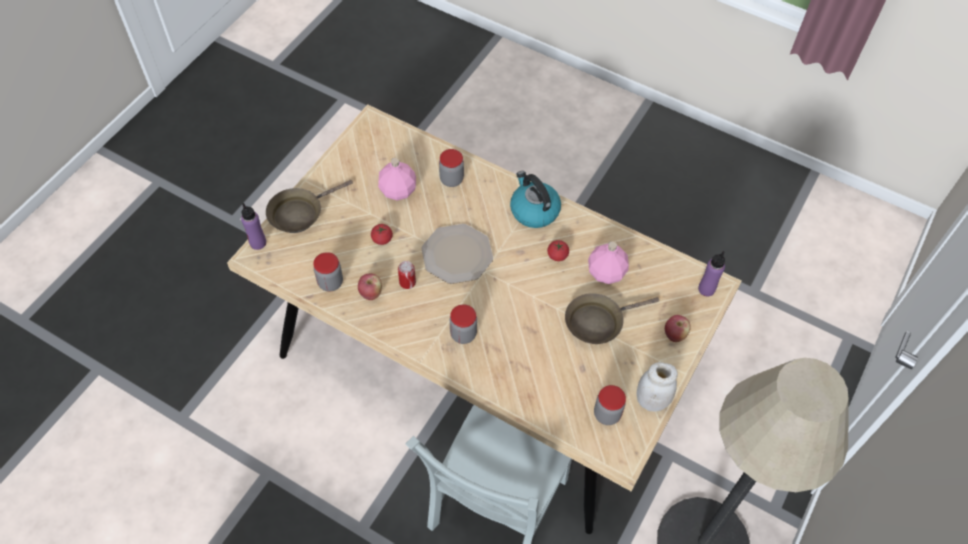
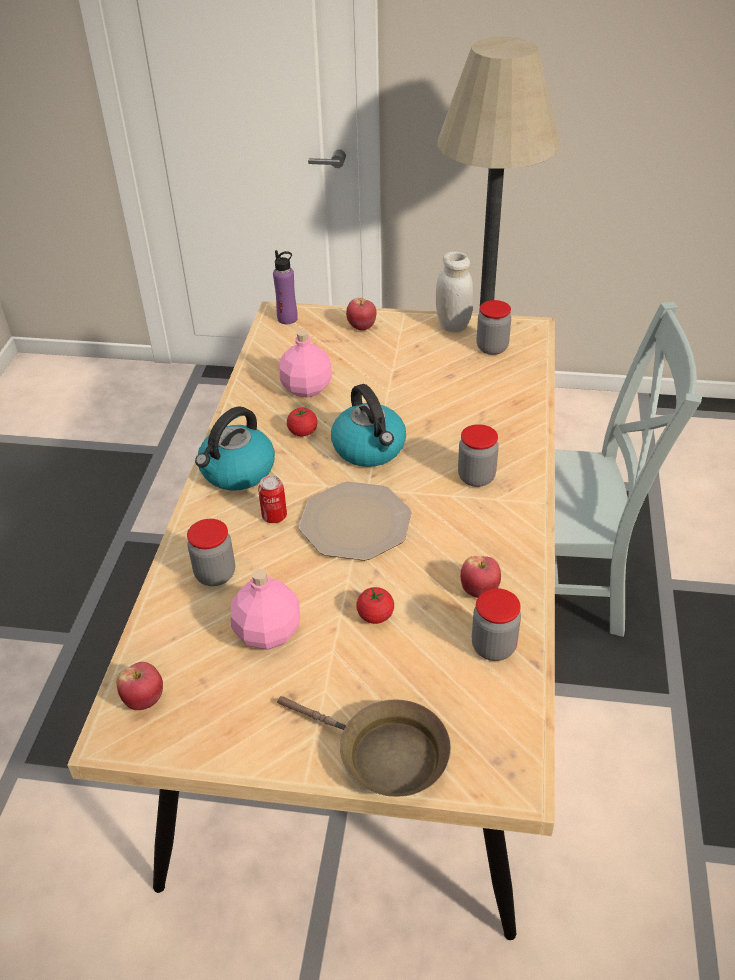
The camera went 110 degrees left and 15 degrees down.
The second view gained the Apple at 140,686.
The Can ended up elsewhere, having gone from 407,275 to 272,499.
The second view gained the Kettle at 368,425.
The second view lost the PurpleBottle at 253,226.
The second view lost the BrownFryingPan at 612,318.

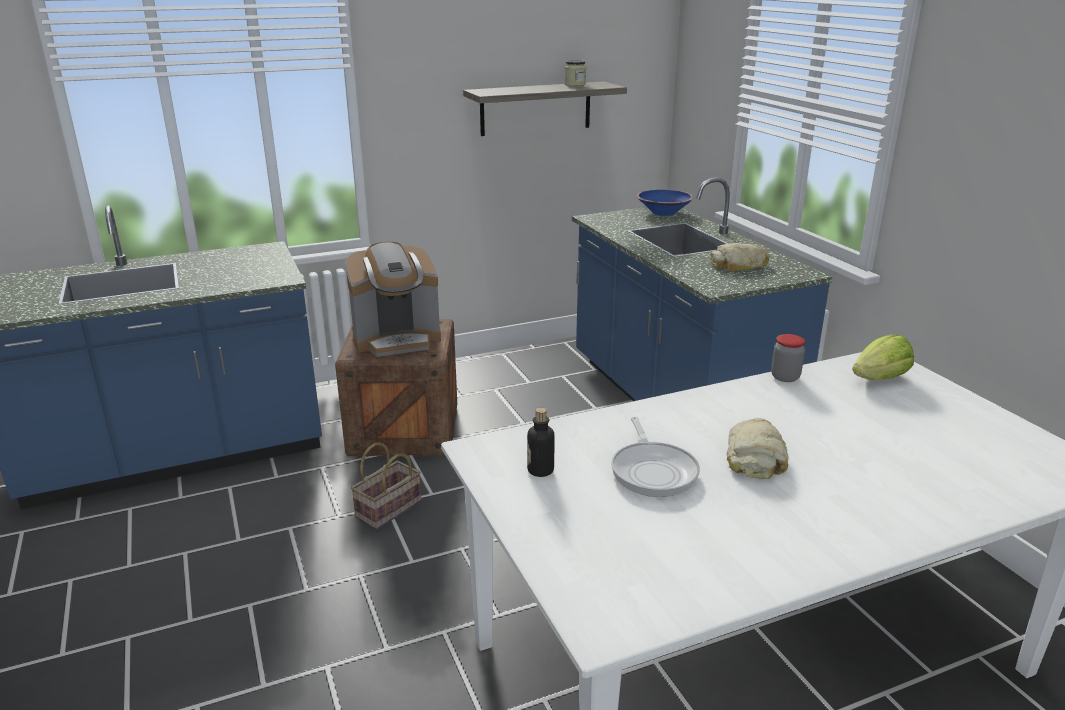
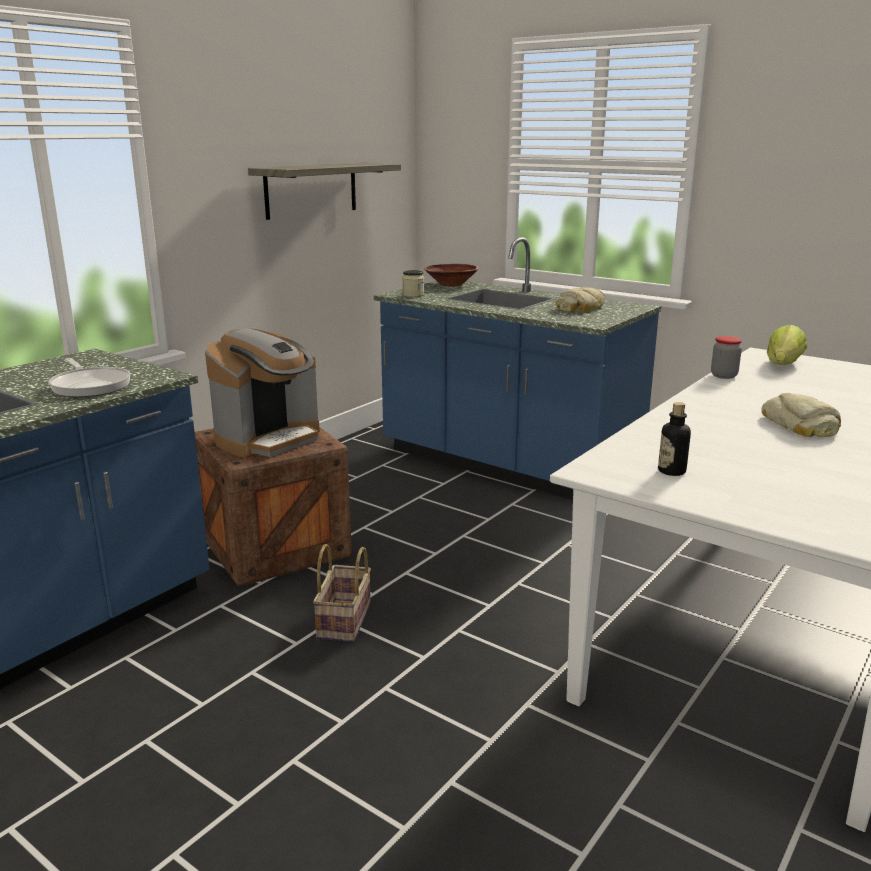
The camera went 30 degrees left and 5 degrees down.
The FryingPan ended up elsewhere, having gone from 655,457 to 89,377.
The Jar ended up elsewhere, having gone from 575,73 to 413,283.
What was the BlueBowl at 665,203 turned into the BrownBowl at 451,275.

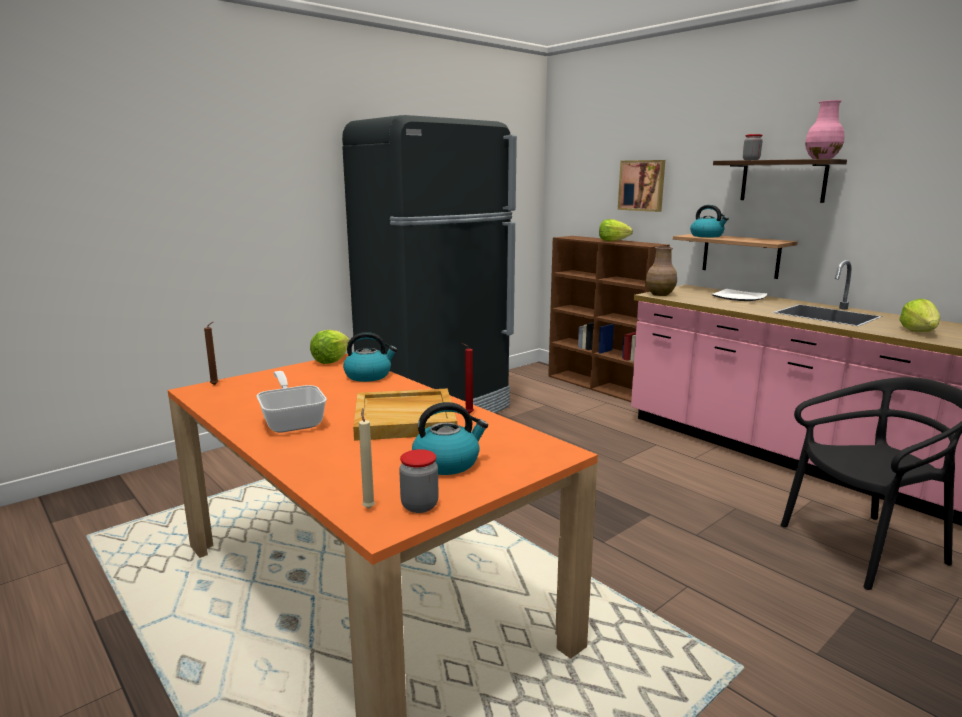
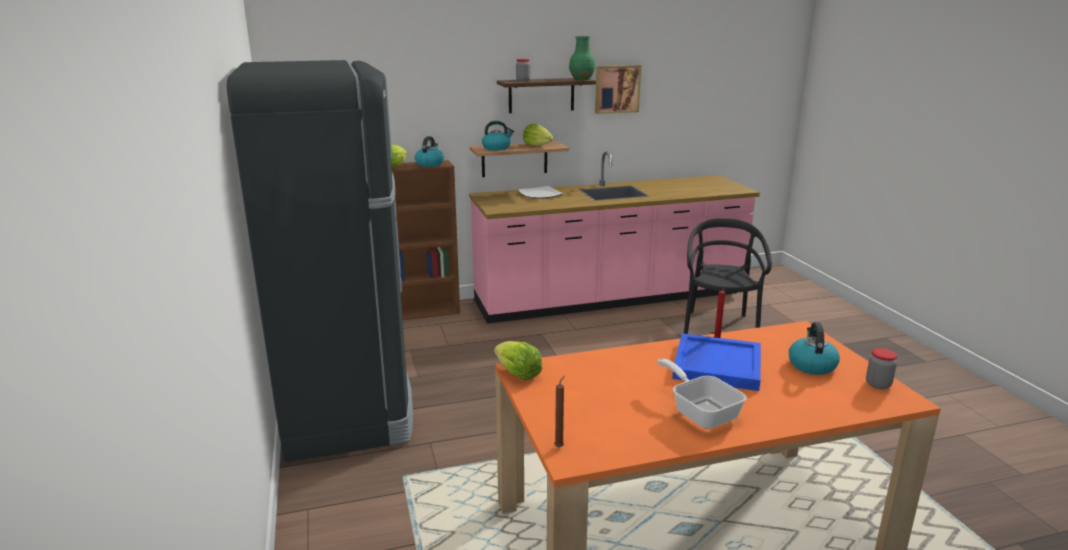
The camera went 65 degrees left and 5 degrees up.
The Kettle ended up elsewhere, having gone from 370,357 to 429,151.
The Lettuce ended up elsewhere, having gone from 920,315 to 538,135.
What was the PinkVase at 824,129 turned into the GreenVase at 582,58.
The Picture ended up elsewhere, having gone from 641,186 to 618,89.
The FryingPan at 291,402 ended up facing another way, 60 degrees clockwise from before.
What was the BeigeTray at 405,414 turned into the BlueTray at 716,362.
The second view lost the BeigeCandle at 367,458.
The second view lost the BrownVase at 661,271.

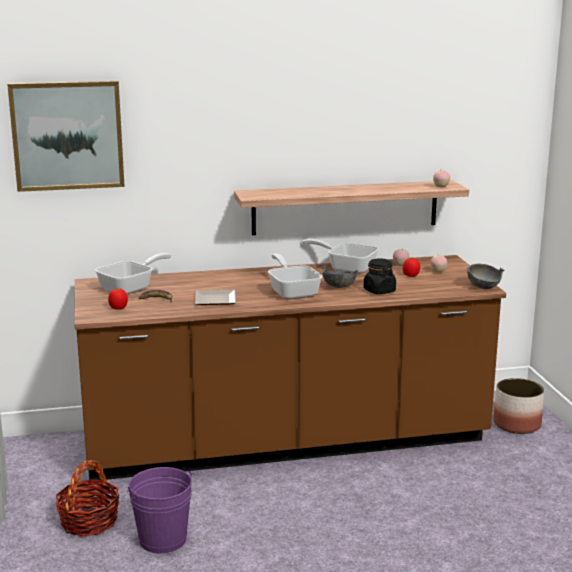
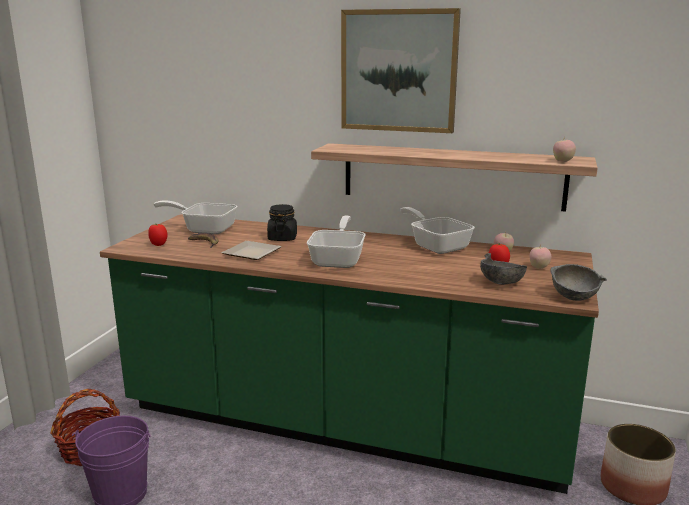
The camera went 30 degrees right and 0 degrees up.
What was the BrownCounter at 290,367 turned into the GreenCounter at 349,354.
The FryingPan at 133,273 ended up facing another way, 150 degrees counterclockwise from before.
The BlackJar ended up elsewhere, having gone from 380,276 to 282,222.
The Picture ended up elsewhere, having gone from 66,136 to 401,70.
The GreyBowl ended up elsewhere, having gone from 339,277 to 503,269.

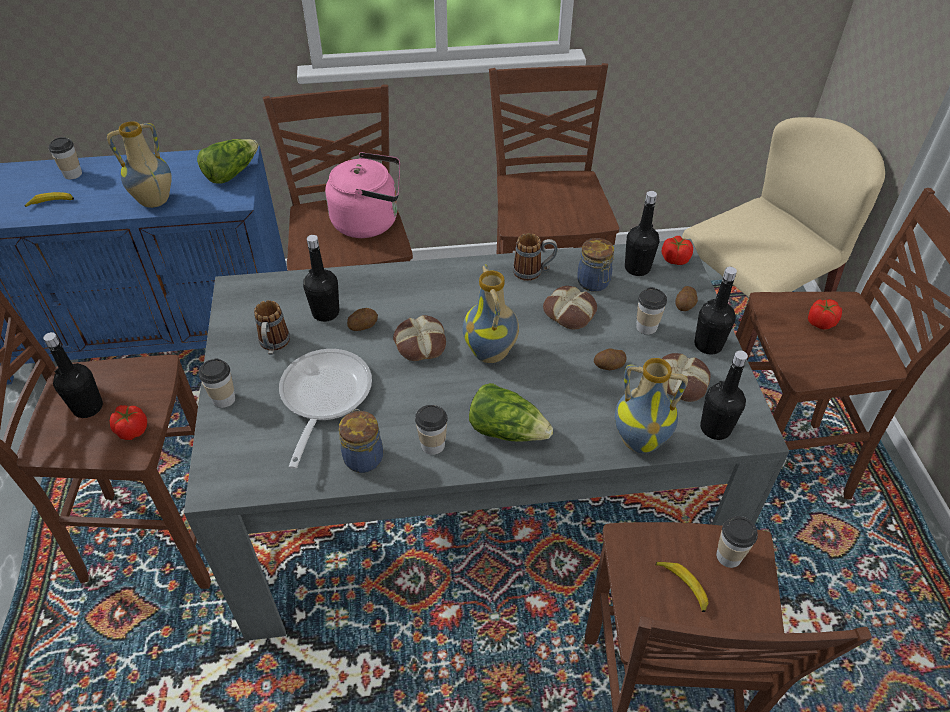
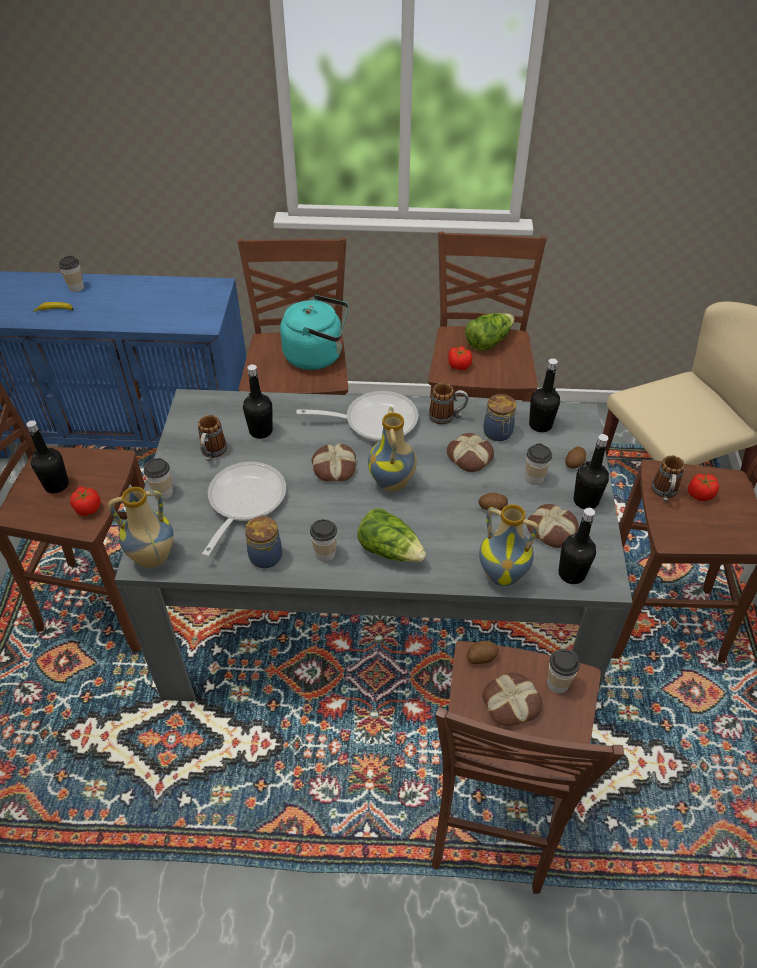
The camera went 10 degrees right and 0 degrees up.
The Vase ended up elsewhere, having gone from 139,164 to 141,527.
What was the PinkKettle at 362,195 turned into the TurquoiseKettle at 314,332.
The second view gained the FryingPan at 357,416.
The Tomato ended up elsewhere, having gone from 677,250 to 460,358.
The Lettuce ended up elsewhere, having gone from 227,161 to 489,332.
The Potato ended up elsewhere, having gone from 362,319 to 483,652.
Where the Banana stood at 682,587, the Bread came to stand at 512,699.
The second view gained the Mug at 668,478.

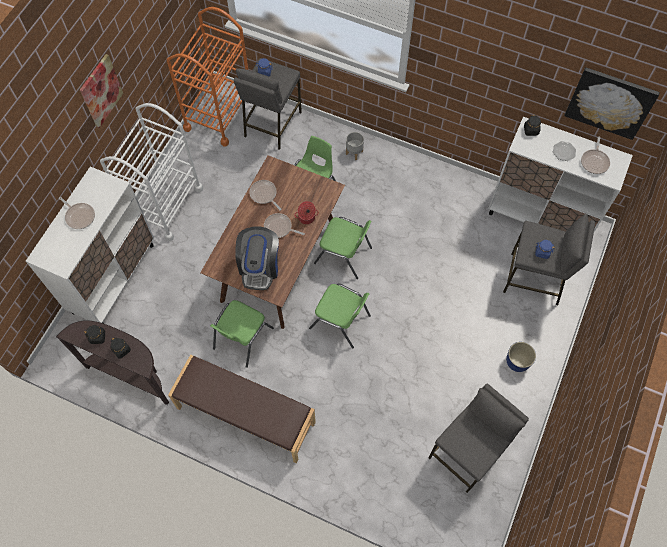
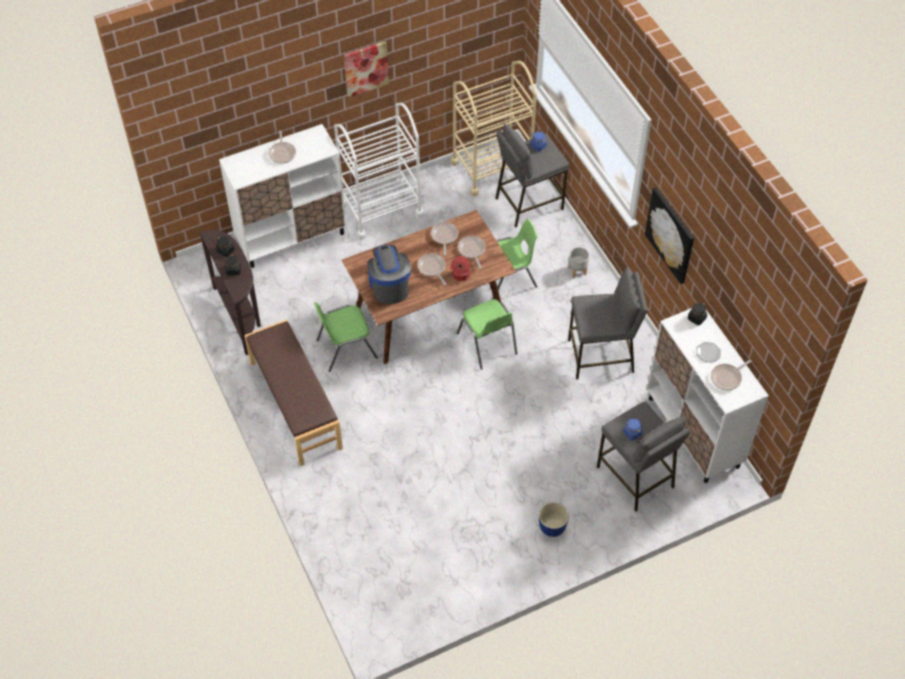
The camera went 40 degrees right and 10 degrees down.
The CoffeeMachine at 257,258 ended up facing another way, 120 degrees clockwise from before.
What was the OrangeCart at 207,77 turned into the BeigeCart at 493,129.
The second view gained the FryingPan at 472,252.
The GreyStool ended up elsewhere, having gone from 479,438 to 608,323.
The Picture ended up elsewhere, having gone from 612,103 to 669,235.
The second view lost the GreenChair at 340,315.

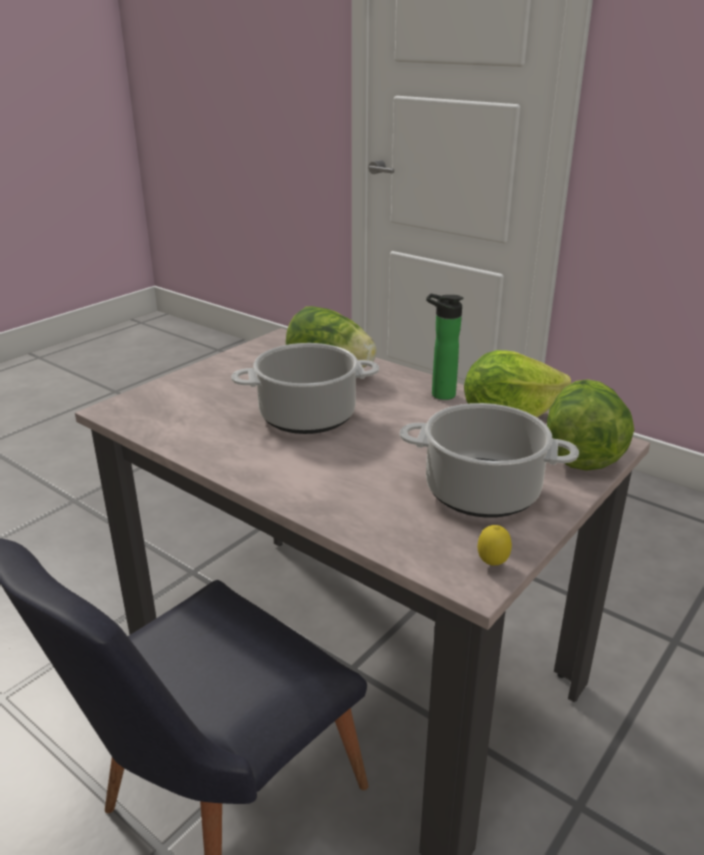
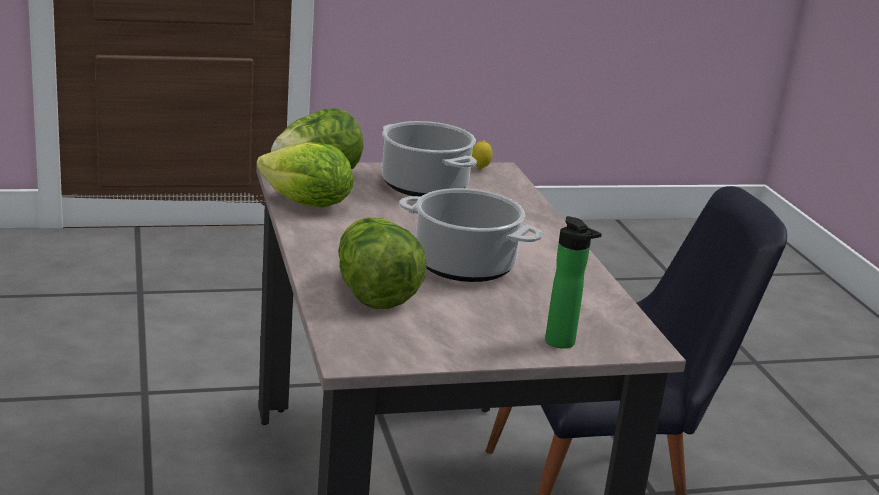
The camera went 145 degrees left and 5 degrees down.
The Bottle ended up elsewhere, having gone from 445,347 to 573,282.

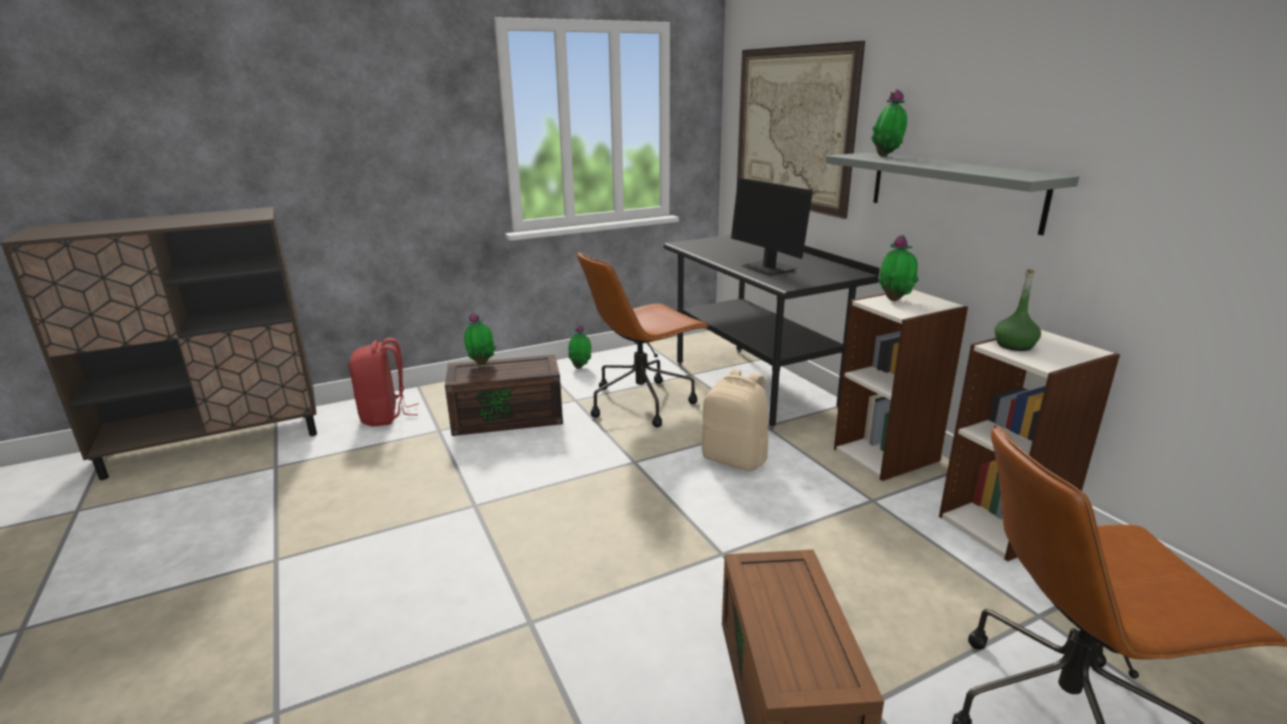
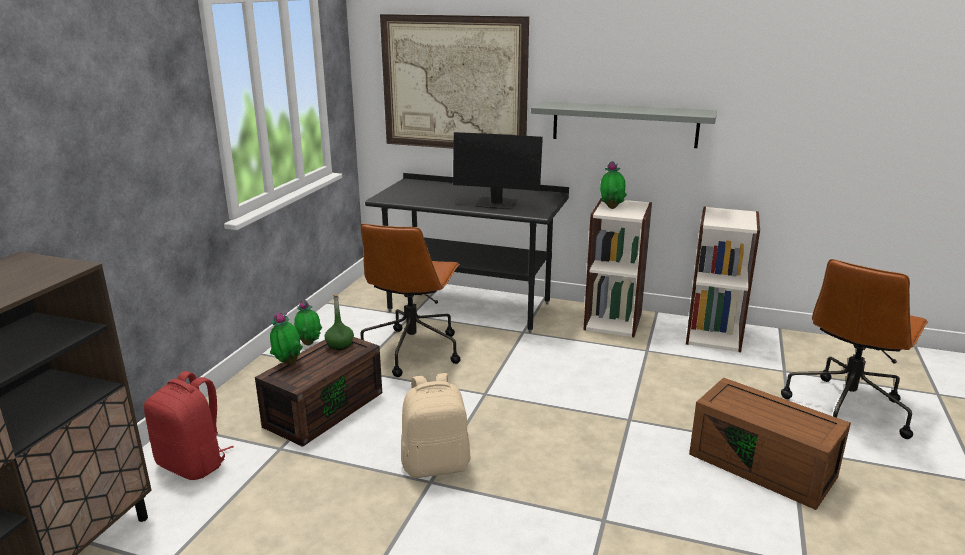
The camera went 45 degrees left and 0 degrees up.
The GreenBottle ended up elsewhere, having gone from 1018,310 to 339,322.
The BeigeBackpack ended up elsewhere, having gone from 734,420 to 436,425.
The second view lost the PottedPlant at 889,123.

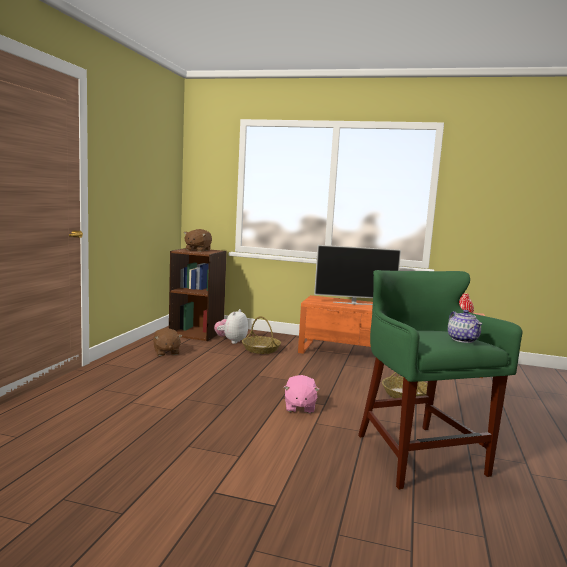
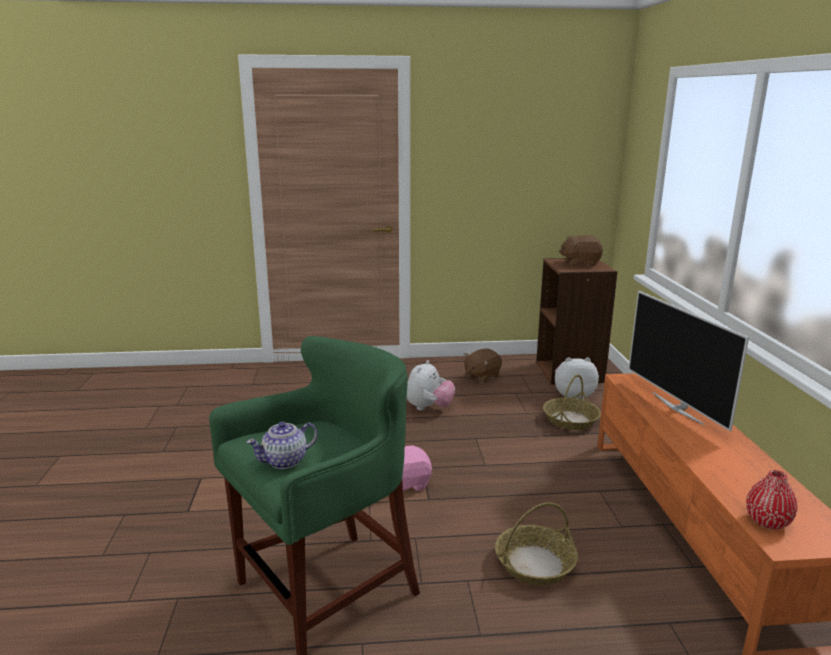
The camera went 70 degrees right and 10 degrees up.
The second view gained the PlushToy at 431,385.

